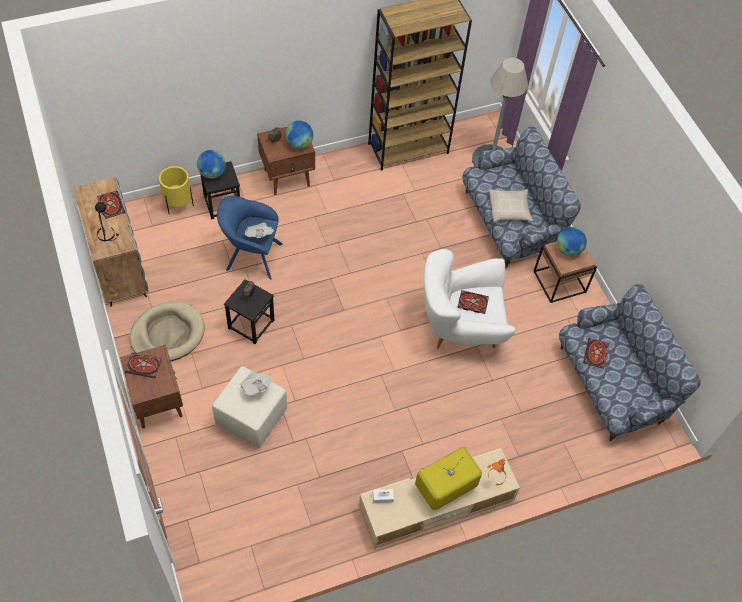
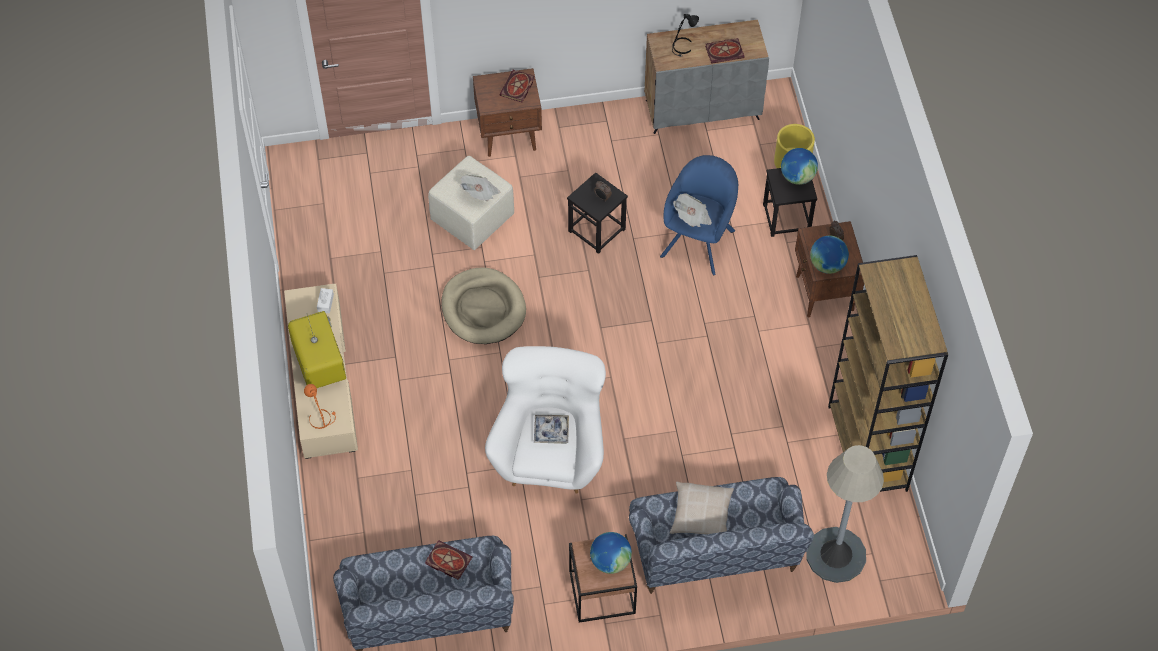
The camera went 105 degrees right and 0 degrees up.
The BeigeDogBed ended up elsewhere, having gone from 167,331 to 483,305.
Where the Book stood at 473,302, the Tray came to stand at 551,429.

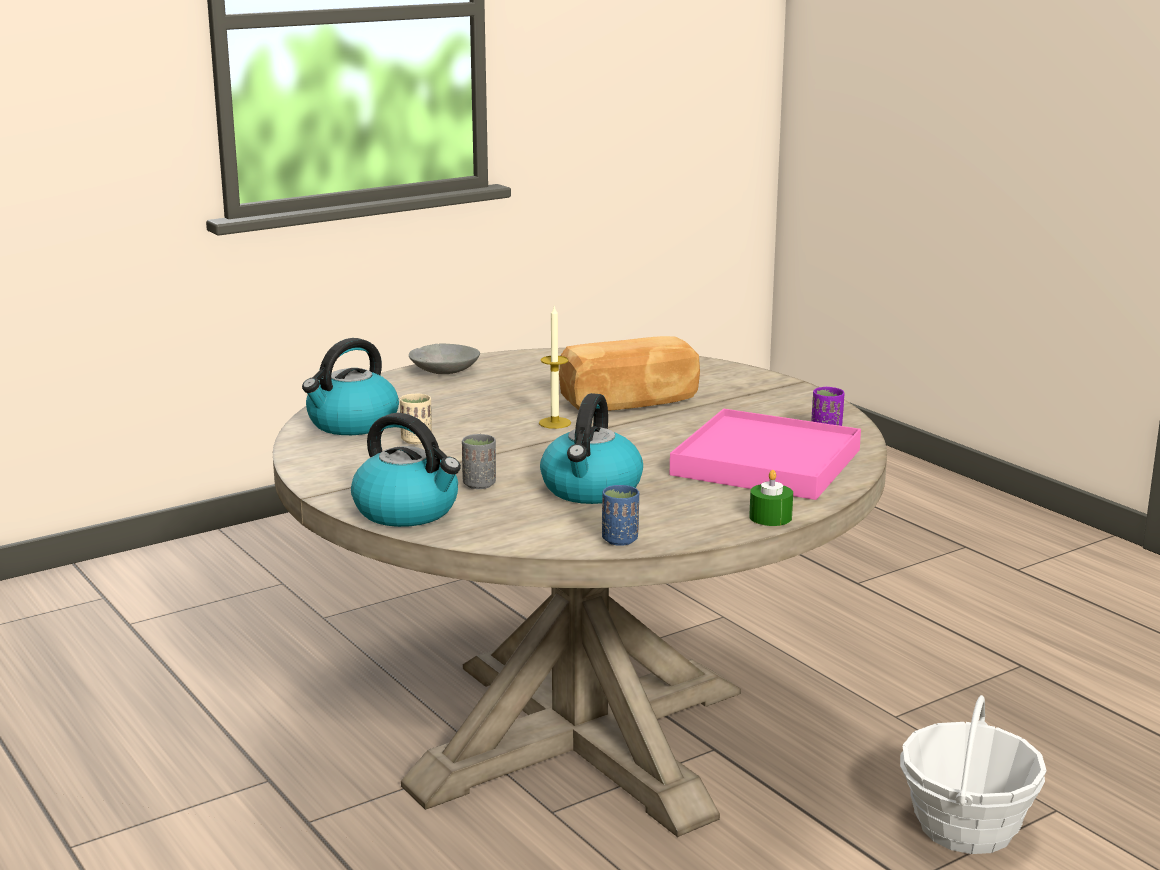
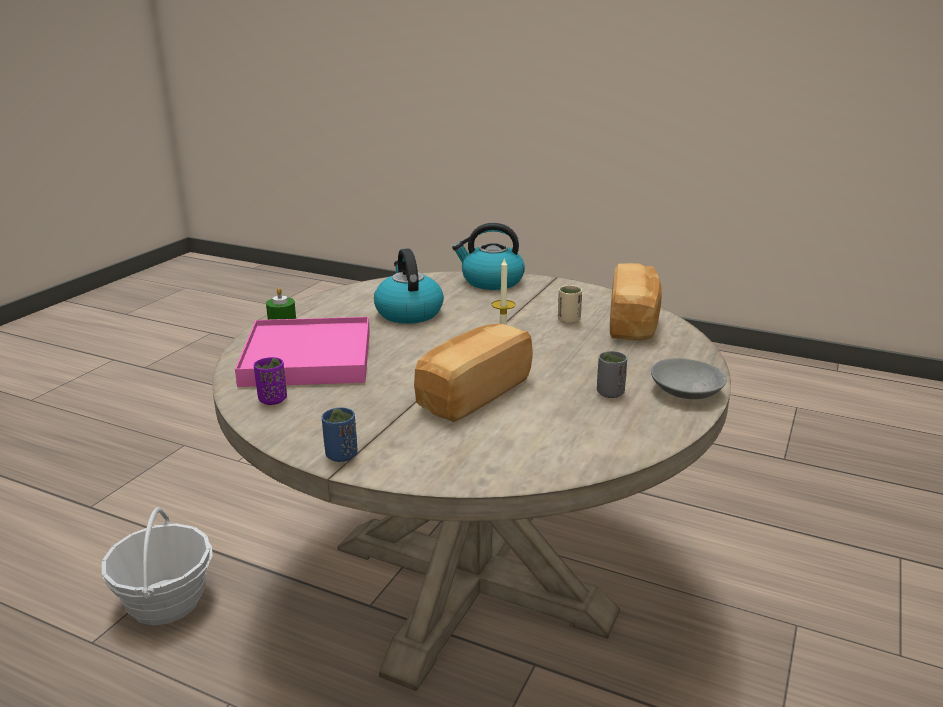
The camera went 150 degrees right and 5 degrees up.
The BlueCup ended up elsewhere, having gone from 620,515 to 340,434.
The GreyCup ended up elsewhere, having gone from 479,461 to 612,374.
Where the Kettle stood at 350,386, the Bread came to stand at 636,301.

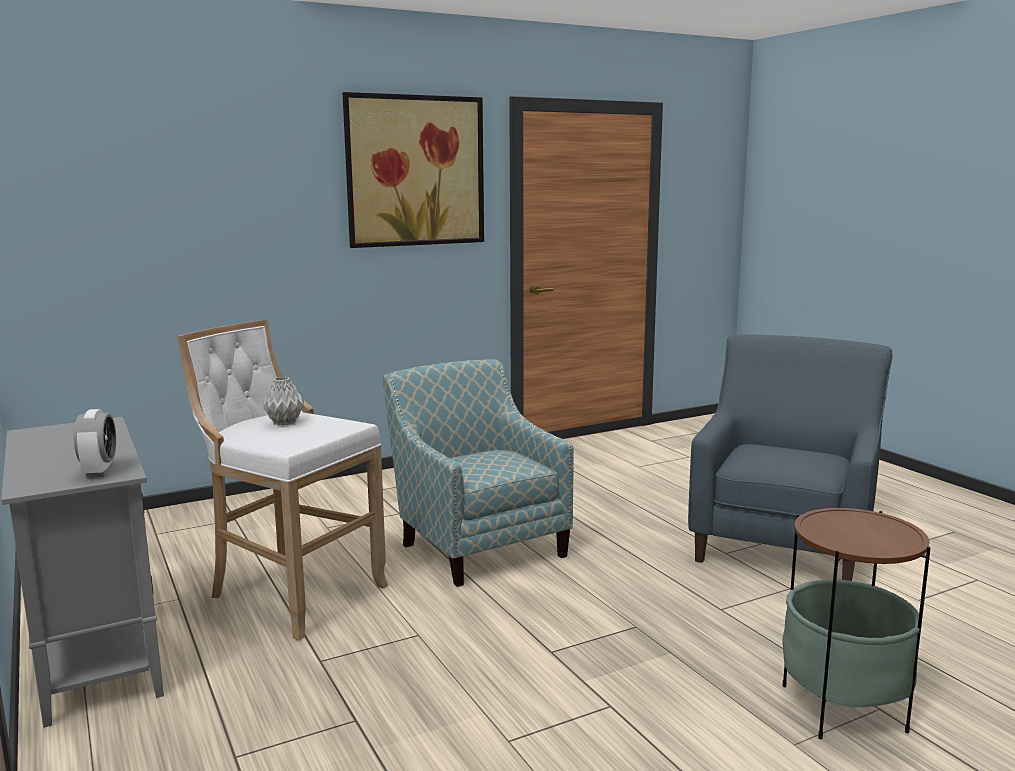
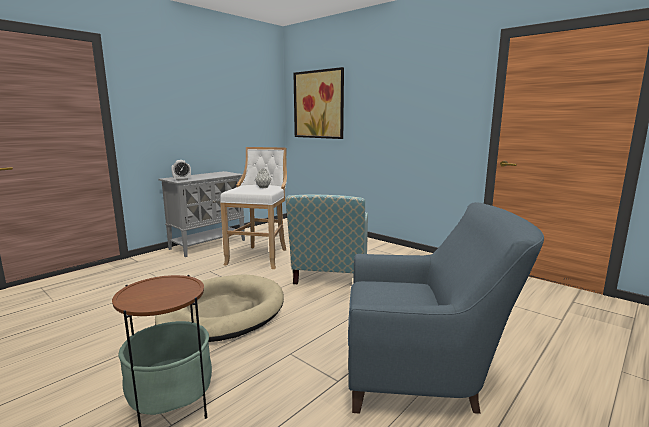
The camera went 70 degrees right and 0 degrees up.
The second view gained the BeigeDogBed at 219,308.
The Armchair at 478,473 ended up facing another way, 150 degrees clockwise from before.
The Picture ended up elsewhere, having gone from 413,170 to 319,103.

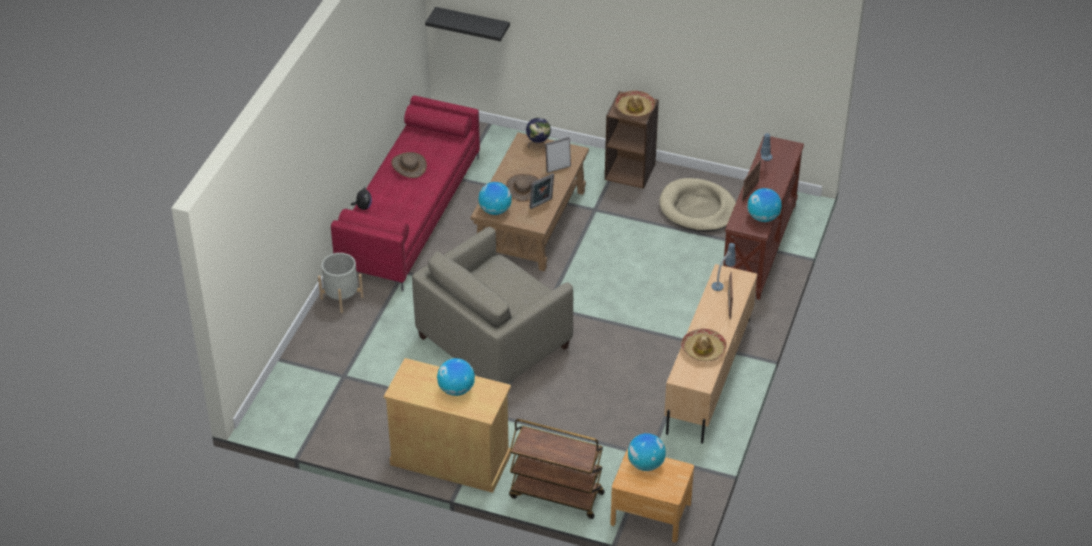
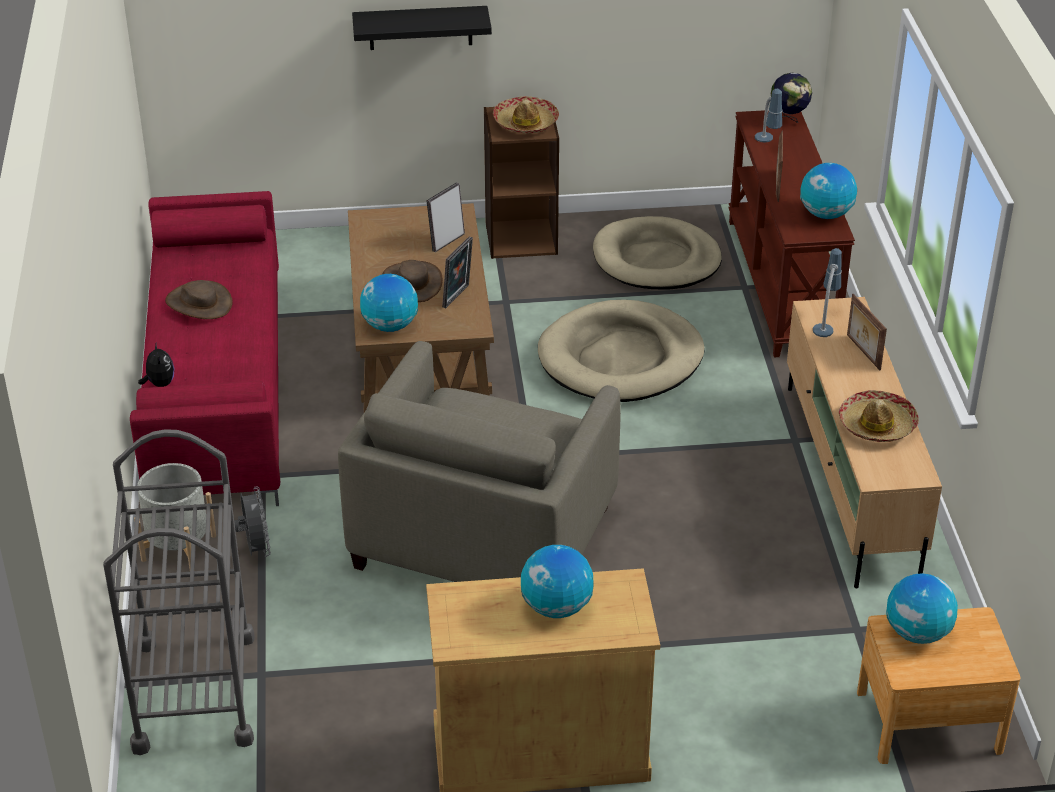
The camera went 25 degrees left and 5 degrees down.
The second view gained the GreyCart at 179,592.
The second view gained the GreyFan at 252,522.
The BlackShelf ended up elsewhere, having gone from 467,24 to 422,28.
The second view gained the BeigeDogBed at 621,351.
The Globe ended up elsewhere, having gone from 538,133 to 791,101.
The second view lost the BrownCart at 557,469.

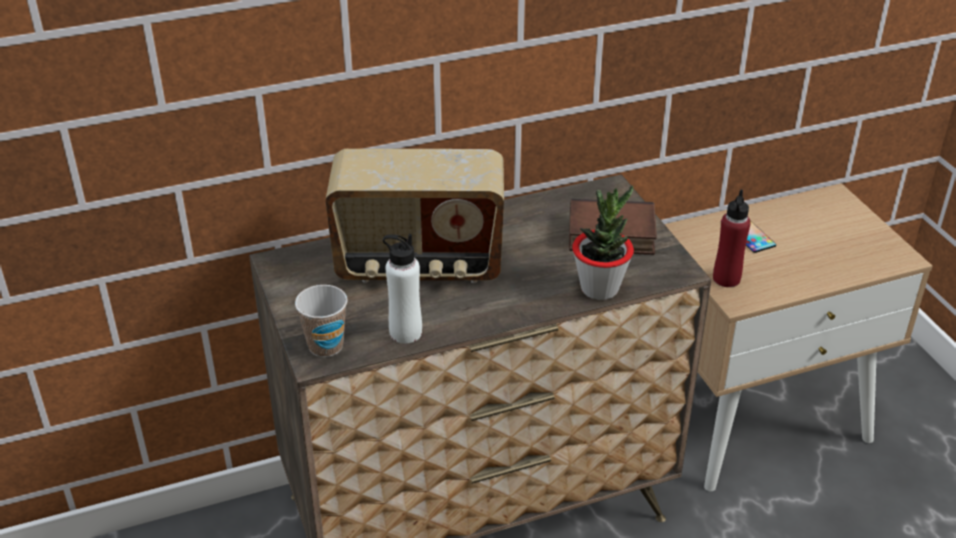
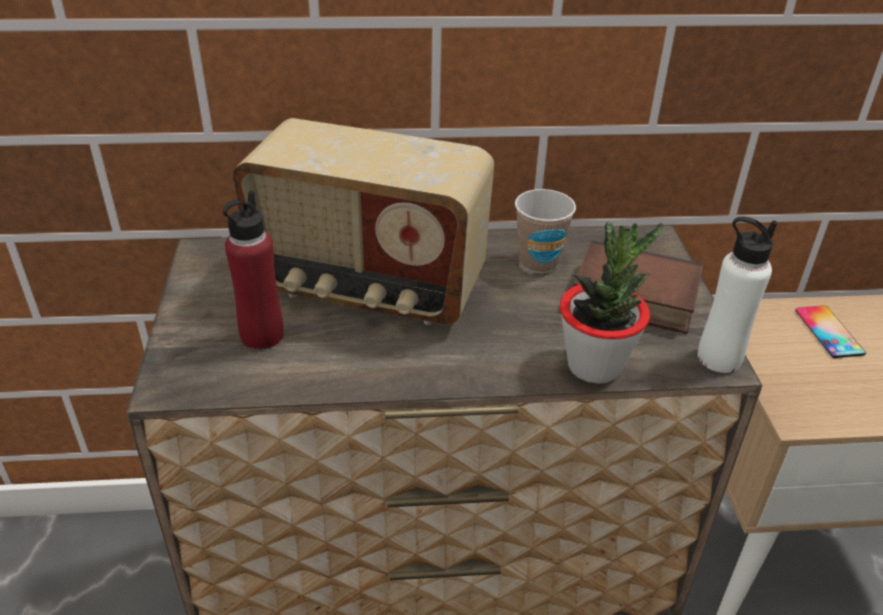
The camera went 15 degrees right and 0 degrees up.
The RedBottle ended up elsewhere, having gone from 732,238 to 253,270.
The Cup ended up elsewhere, having gone from 321,321 to 545,231.
The WhiteBottle ended up elsewhere, having gone from 402,289 to 737,295.

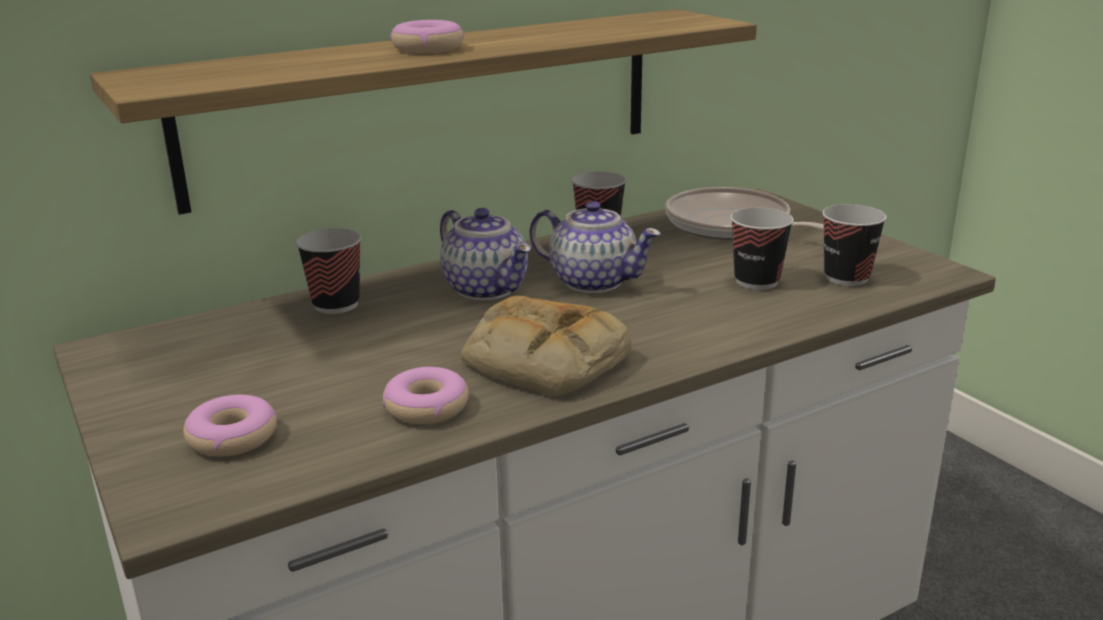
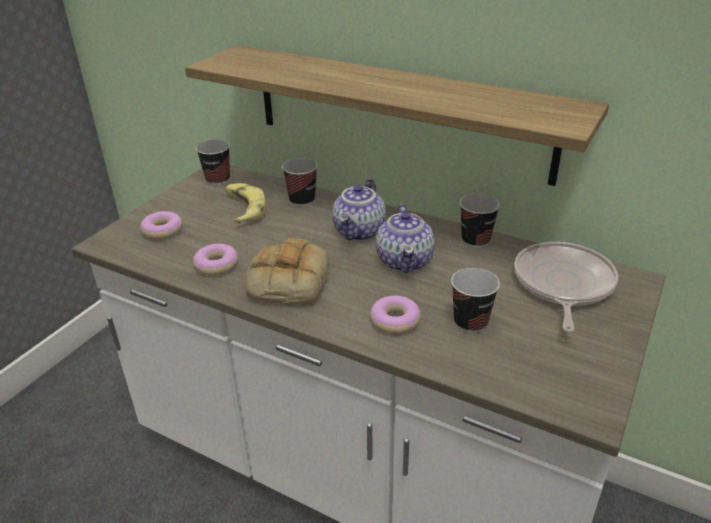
The camera went 60 degrees right and 10 degrees up.
The Cup ended up elsewhere, having gone from 854,245 to 213,162.
The second view gained the Banana at 245,203.
The Donut ended up elsewhere, having gone from 427,36 to 395,315.

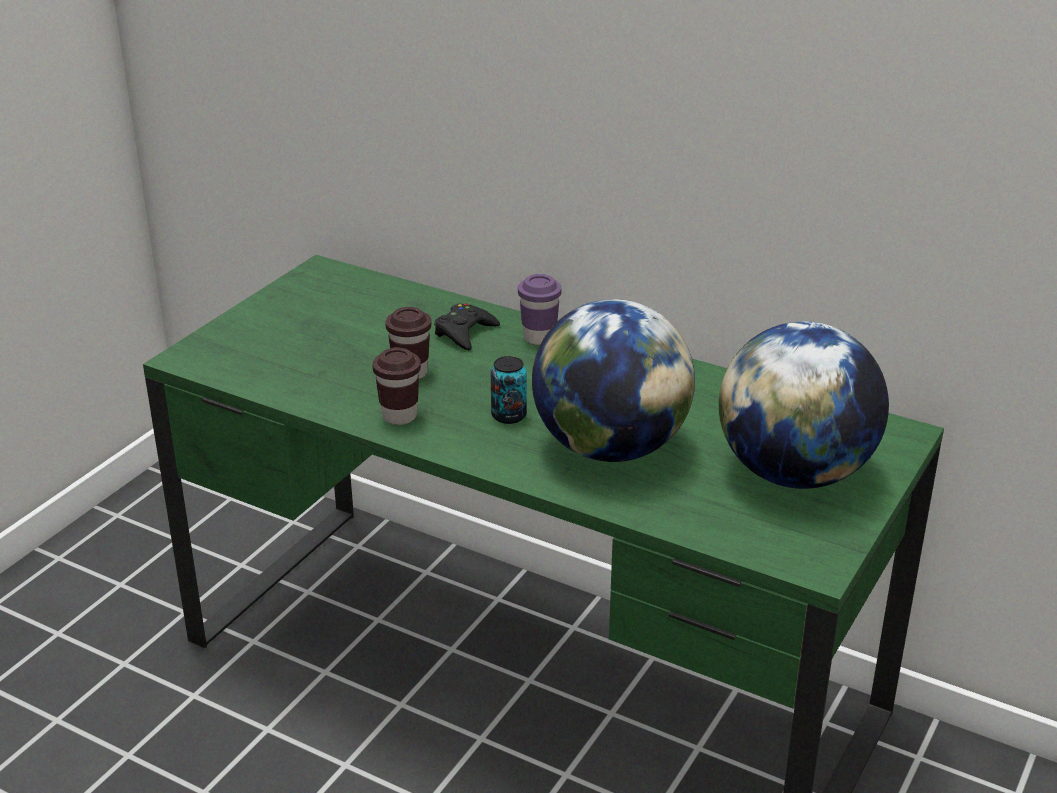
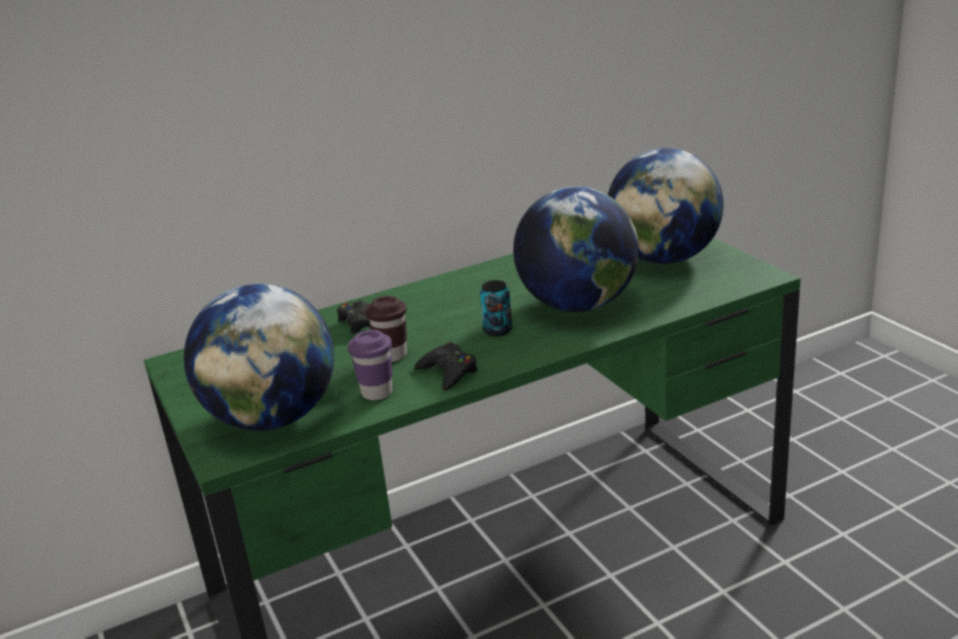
The camera went 55 degrees left and 5 degrees down.
The second view gained the Globe at 259,357.
The PurpleCup ended up elsewhere, having gone from 540,309 to 370,365.
Where the BrownCup stood at 396,386, the BlackGameController came to stand at 446,366.

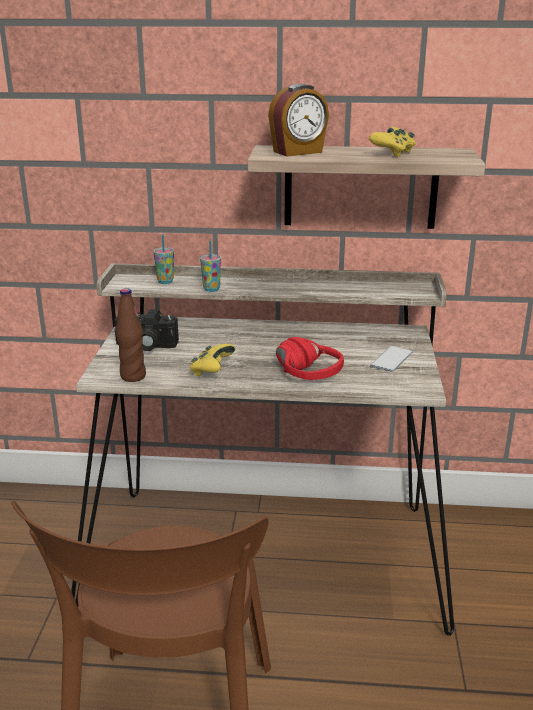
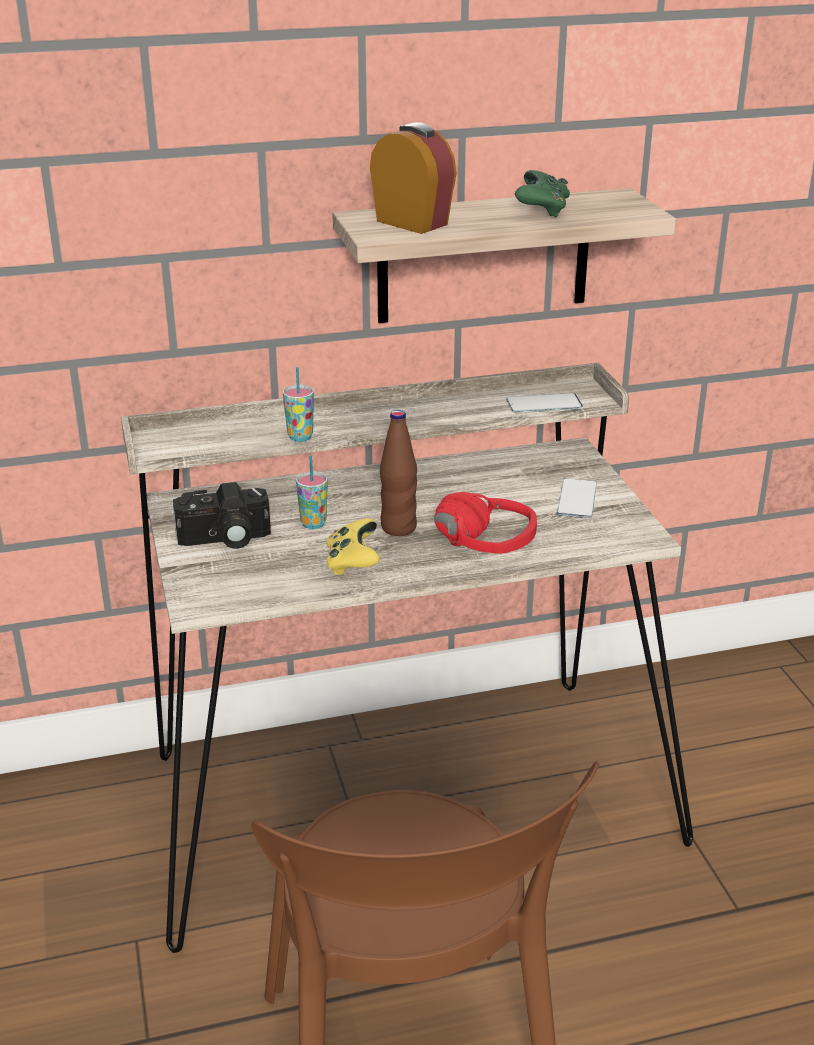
The camera went 20 degrees left and 5 degrees up.
The Cup ended up elsewhere, having gone from 164,259 to 312,492.
The AlarmClock at 298,120 ended up facing another way, 90 degrees counterclockwise from before.
The BrownBottle ended up elsewhere, having gone from 131,335 to 398,473.
The second view gained the Phone at 544,403.
What was the YellowGameController at 392,142 turned into the GreenGameController at 542,193.

